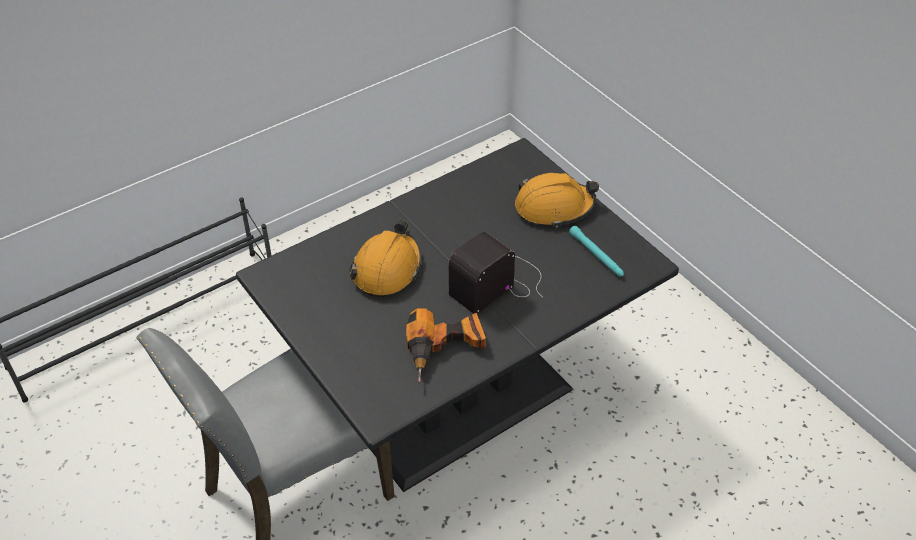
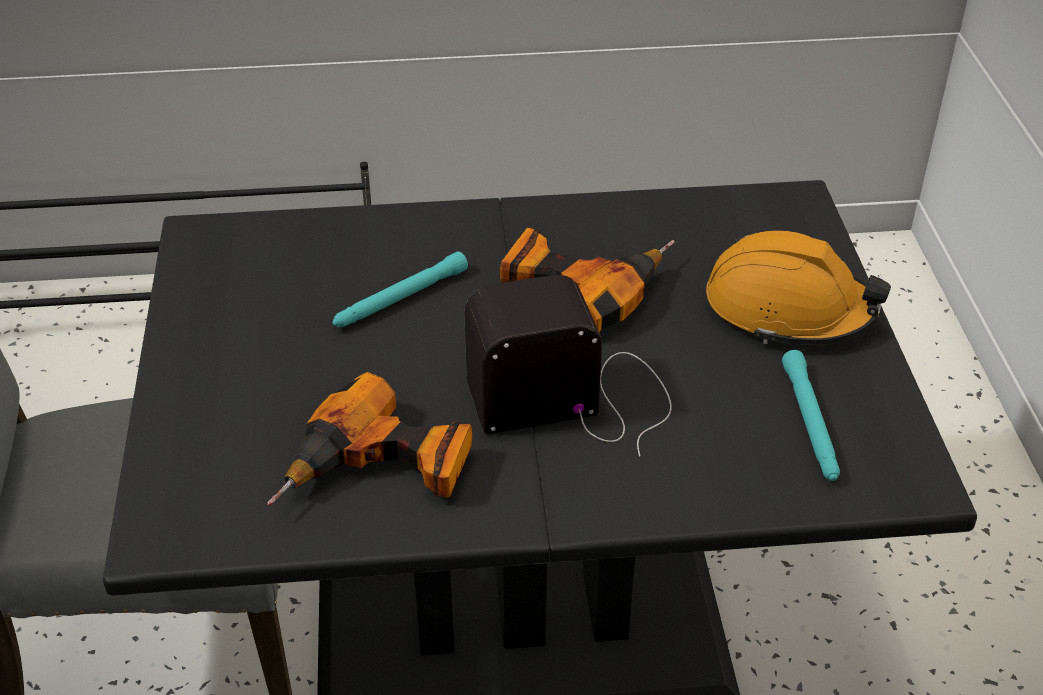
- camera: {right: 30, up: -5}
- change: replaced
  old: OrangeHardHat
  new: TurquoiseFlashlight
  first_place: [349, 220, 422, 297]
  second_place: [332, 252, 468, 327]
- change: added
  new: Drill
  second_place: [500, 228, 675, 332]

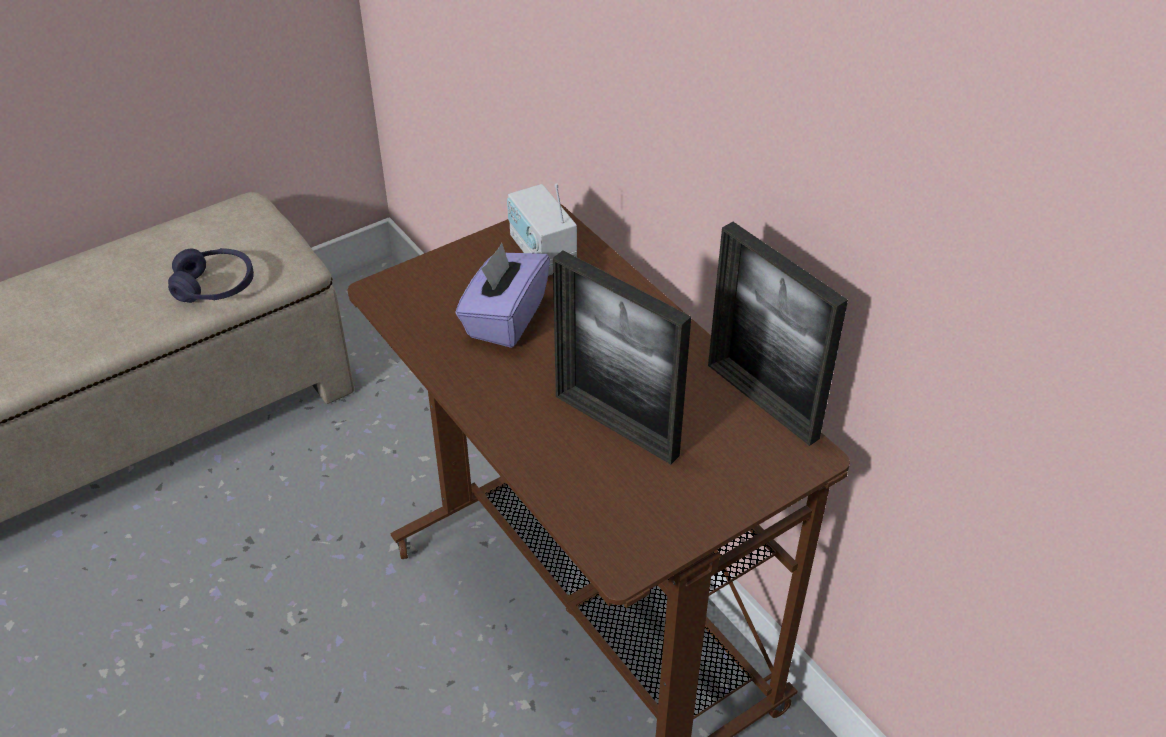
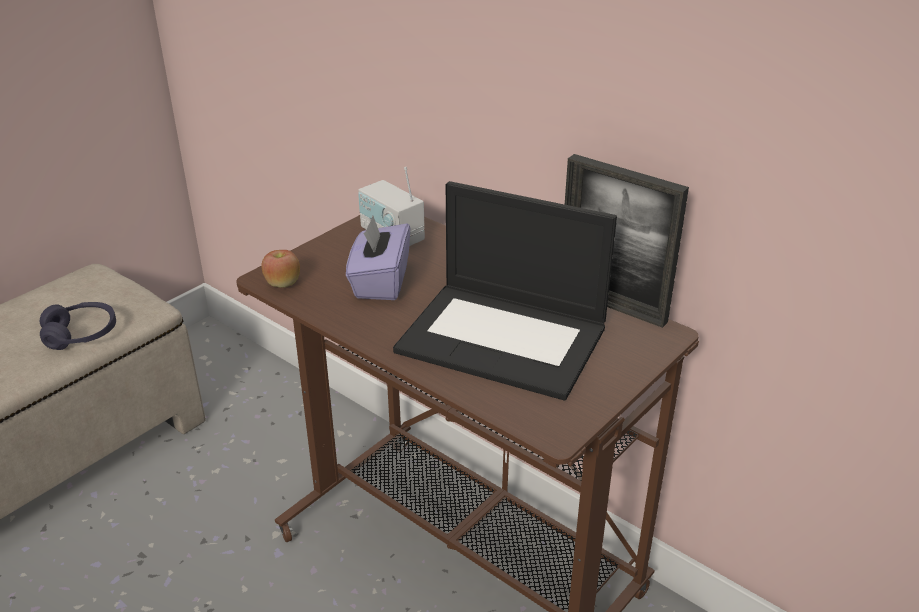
- camera: {right: -15, up: -10}
- change: added
  new: AppleFruit
  second_place: [261, 250, 300, 288]
- change: replaced
  old: PictureFrame
  new: PortableComputer
  first_place: [553, 251, 691, 465]
  second_place: [393, 181, 617, 401]

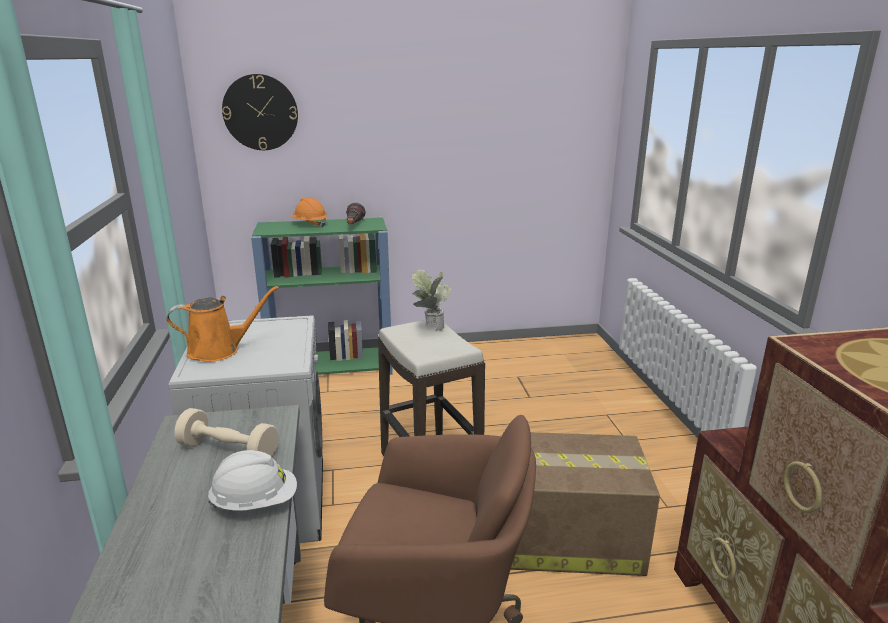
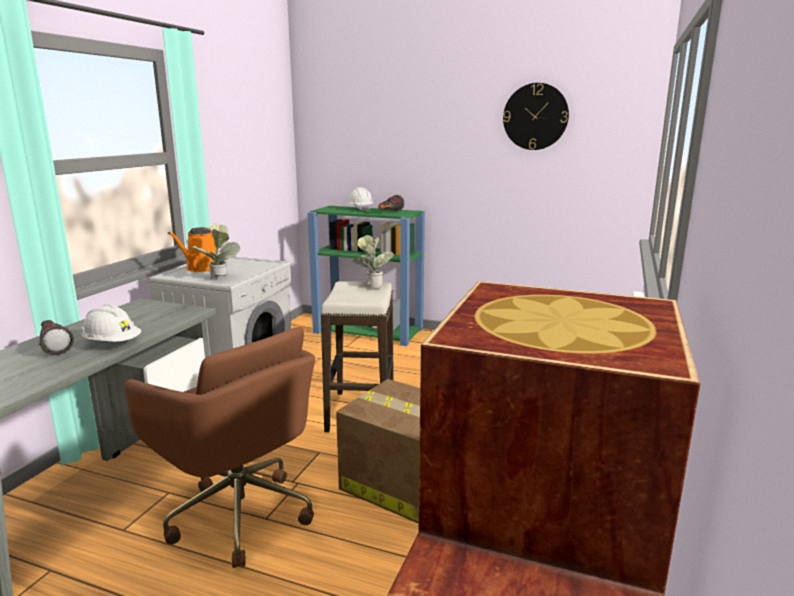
- camera: {right: 30, up: -5}
- change: added
  new: Flashlight
  second_place: [38, 320, 74, 355]
- change: turned
  old: OrangeWateringPot
  first_place: [167, 286, 279, 362]
  second_place: [168, 227, 217, 272]
  degrees: 90
- change: added
  new: PottedPlant
  second_place: [193, 223, 241, 279]
- change: recoloured
  old: OrangeHardHat
  new: WhitishHardHat
  first_place: [290, 197, 327, 227]
  second_place: [348, 187, 373, 212]
- change: moved
  old: HangingClock
  first_place: [222, 74, 298, 150]
  second_place: [503, 83, 569, 150]
- change: removed
  old: SandColouredDumbbell
  first_place: [175, 408, 278, 457]

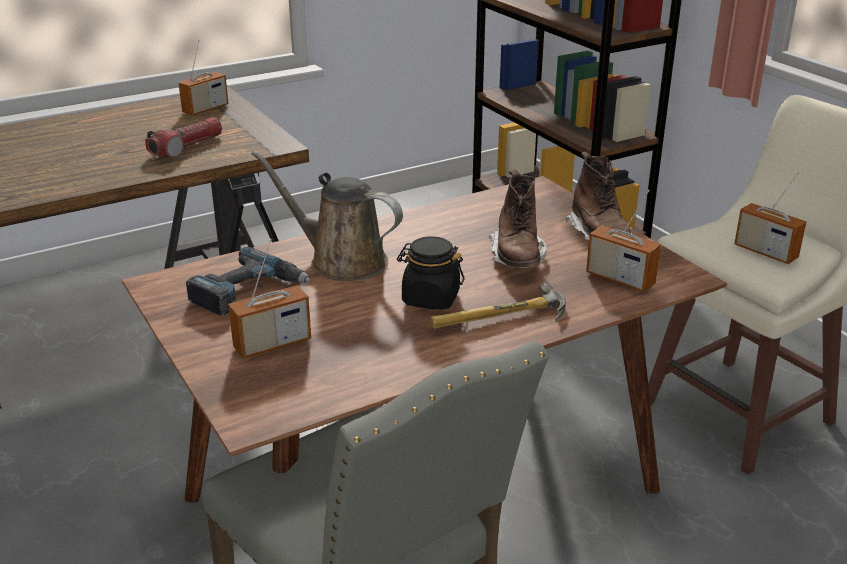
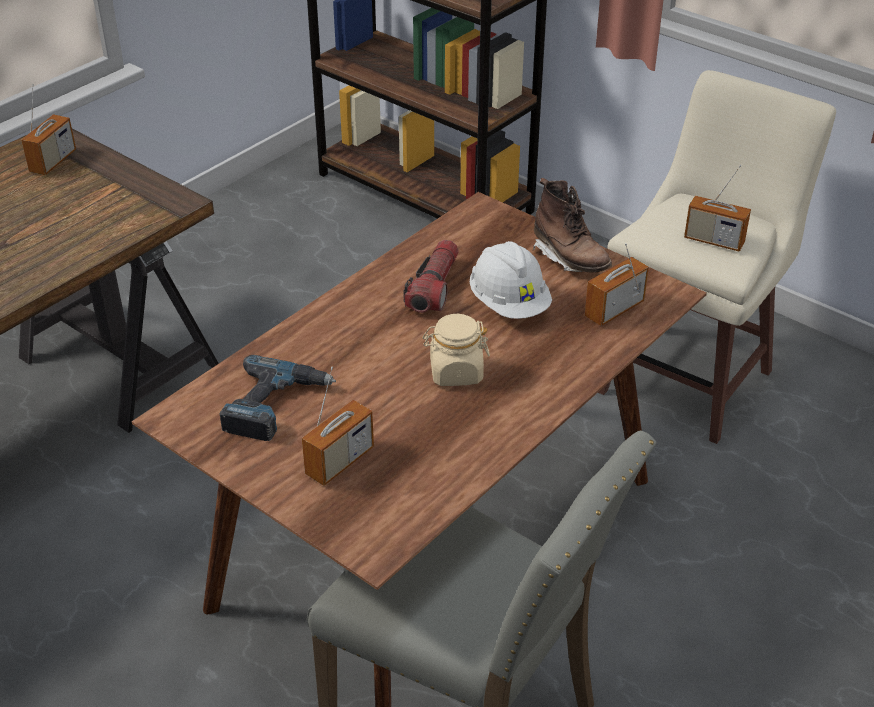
- camera: {right: -20, up: 10}
- change: moved
  old: Flashlight
  first_place: [145, 117, 222, 158]
  second_place: [403, 240, 459, 313]
- change: recoloured
  old: BlackishPreserveJar
  new: SandColouredPreserveJar
  first_place: [397, 236, 465, 310]
  second_place: [423, 314, 490, 386]
- change: replaced
  old: BrownColouredBoot
  new: WhitishHardHat
  first_place: [489, 169, 547, 268]
  second_place: [470, 241, 552, 319]
- change: turned
  old: Radio
  first_place: [586, 190, 661, 292]
  second_place: [585, 243, 649, 326]
  degrees: 120
- change: removed
  old: BrownColouredWateringPot
  first_place: [251, 150, 403, 281]
- change: removed
  old: HandHammer
  first_place: [429, 282, 566, 329]

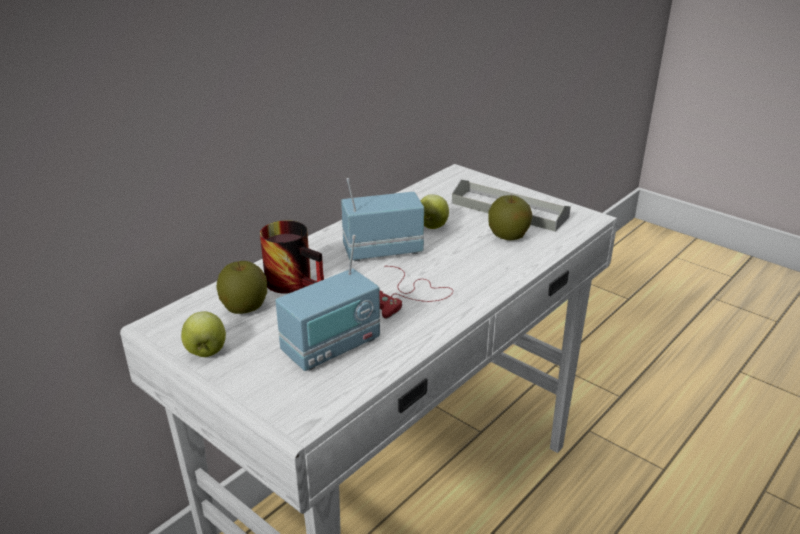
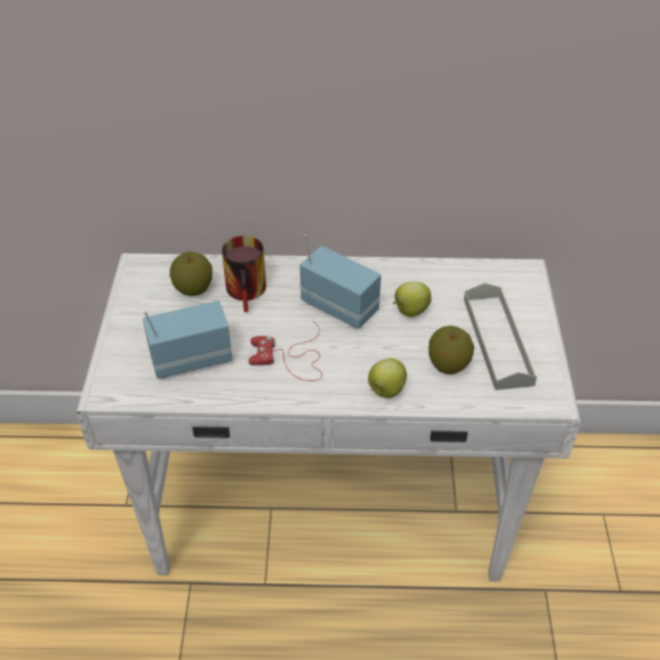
- camera: {right: 50, up: 15}
- change: turned
  old: Radio
  first_place: [275, 235, 380, 371]
  second_place: [143, 301, 232, 379]
  degrees: 150
- change: moved
  old: AppleFruit
  first_place: [181, 311, 226, 357]
  second_place: [368, 358, 407, 398]

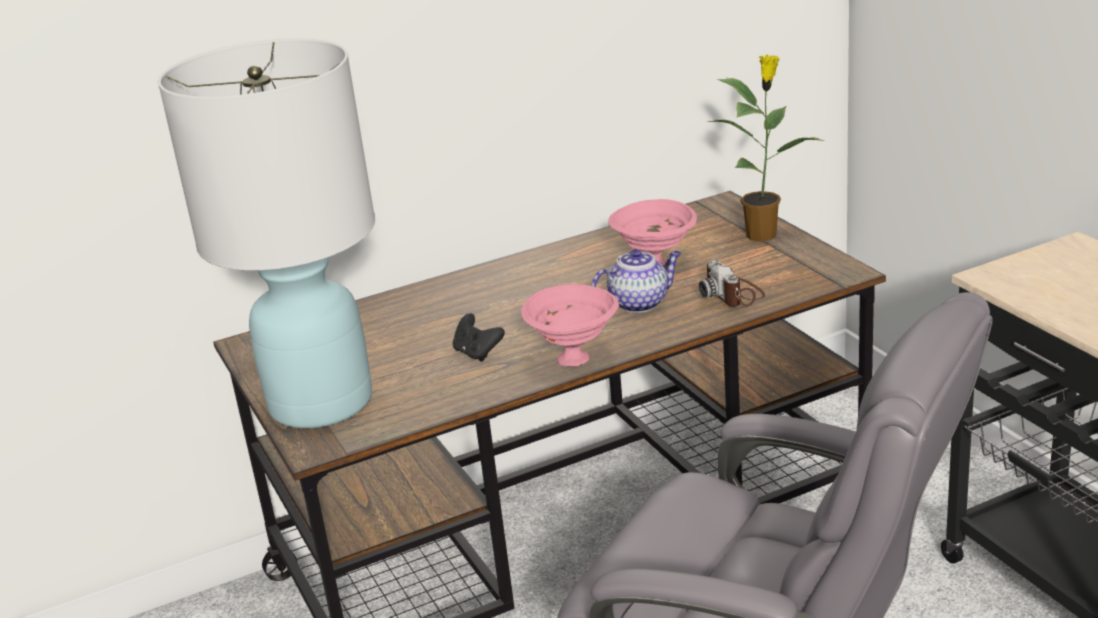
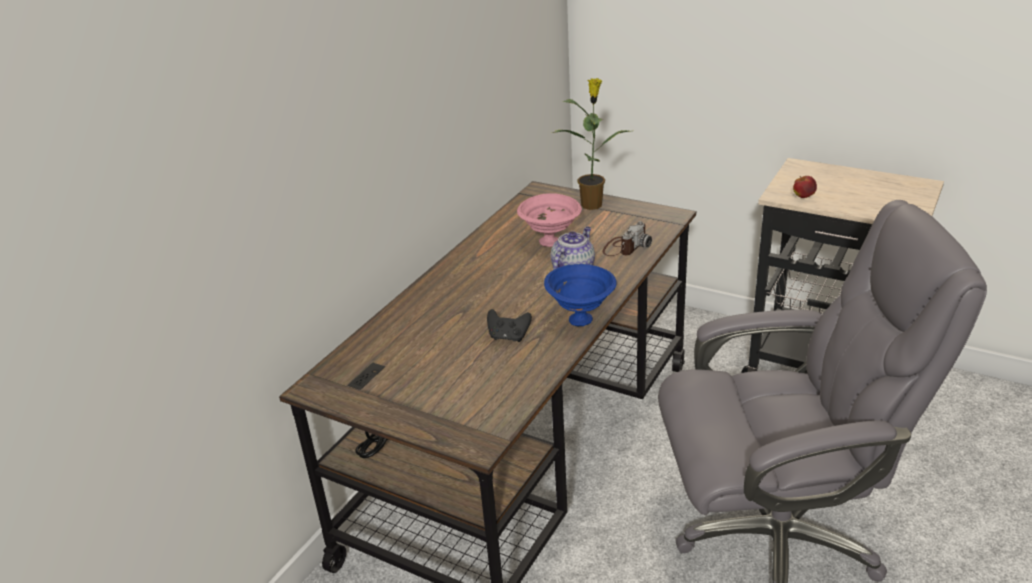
- camera: {right: -35, up: 5}
- change: recoloured
  old: PinkColouredBowl
  new: BlueColouredBowl
  first_place: [521, 284, 619, 367]
  second_place: [544, 264, 617, 326]
- change: turned
  old: StillCamera
  first_place: [699, 260, 765, 307]
  second_place: [603, 221, 652, 256]
  degrees: -90
- change: added
  new: AppleFruit
  second_place: [793, 176, 817, 198]
- change: removed
  old: WhitishLampForATable
  first_place: [158, 38, 375, 428]

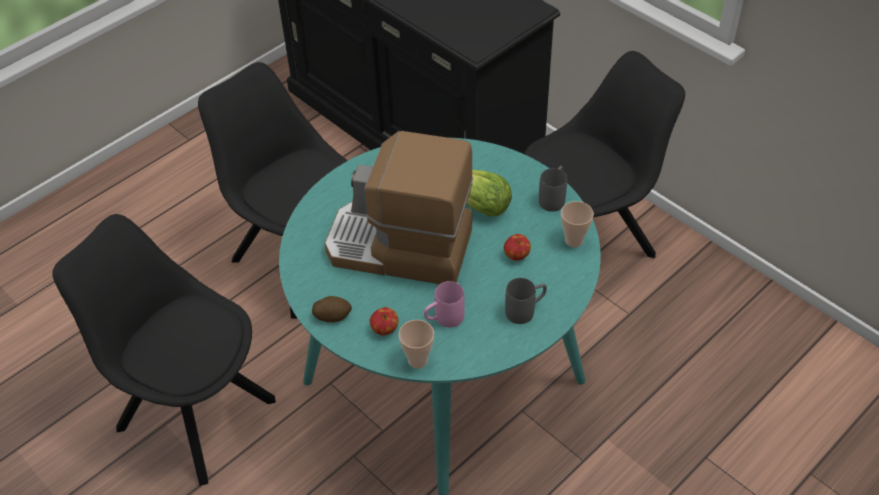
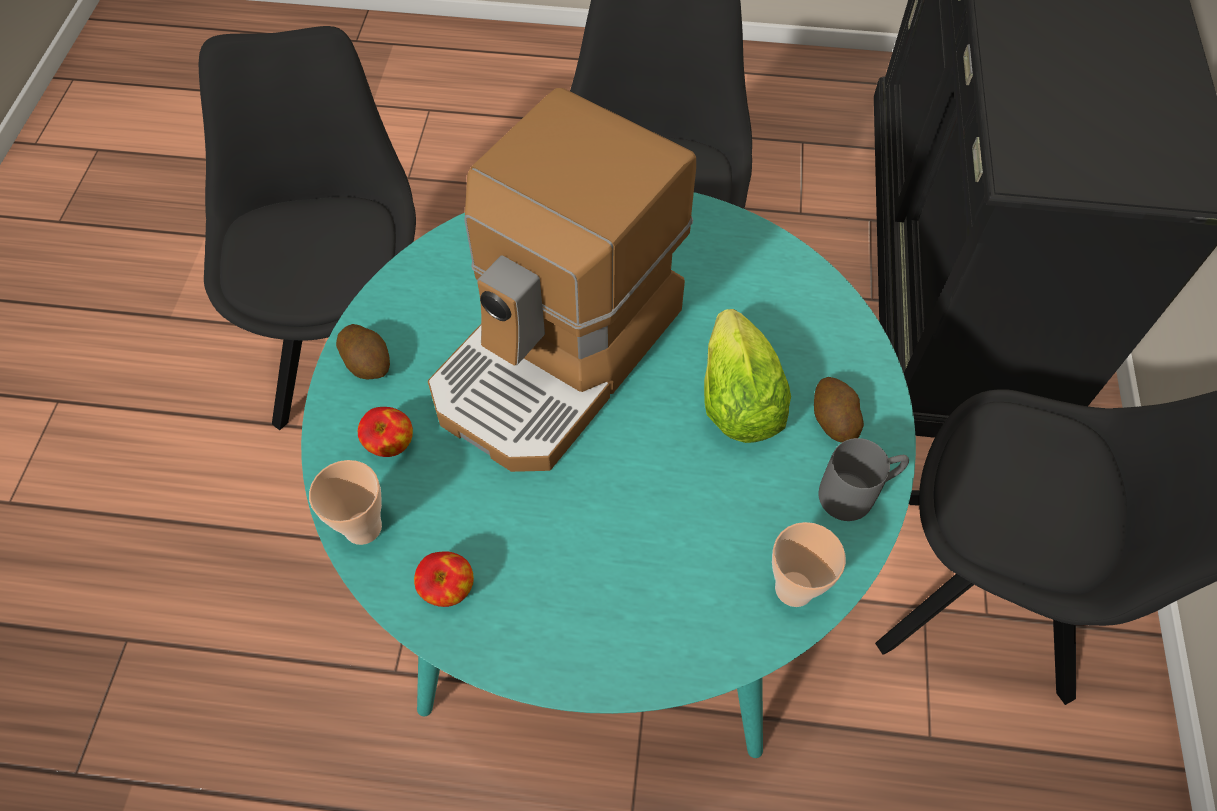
- camera: {right: 50, up: 10}
- change: moved
  old: AppleFruit
  first_place: [504, 234, 531, 261]
  second_place: [414, 551, 474, 607]
- change: turned
  old: CoffeeMaker
  first_place: [325, 131, 473, 284]
  second_place: [428, 88, 696, 472]
  degrees: -120
- change: added
  new: WholePotato
  second_place: [814, 377, 864, 443]
- change: removed
  old: PinkColouredCoffeeMug
  first_place: [424, 281, 465, 328]
- change: removed
  old: GreyishCoffeeMug
  first_place: [505, 278, 547, 324]

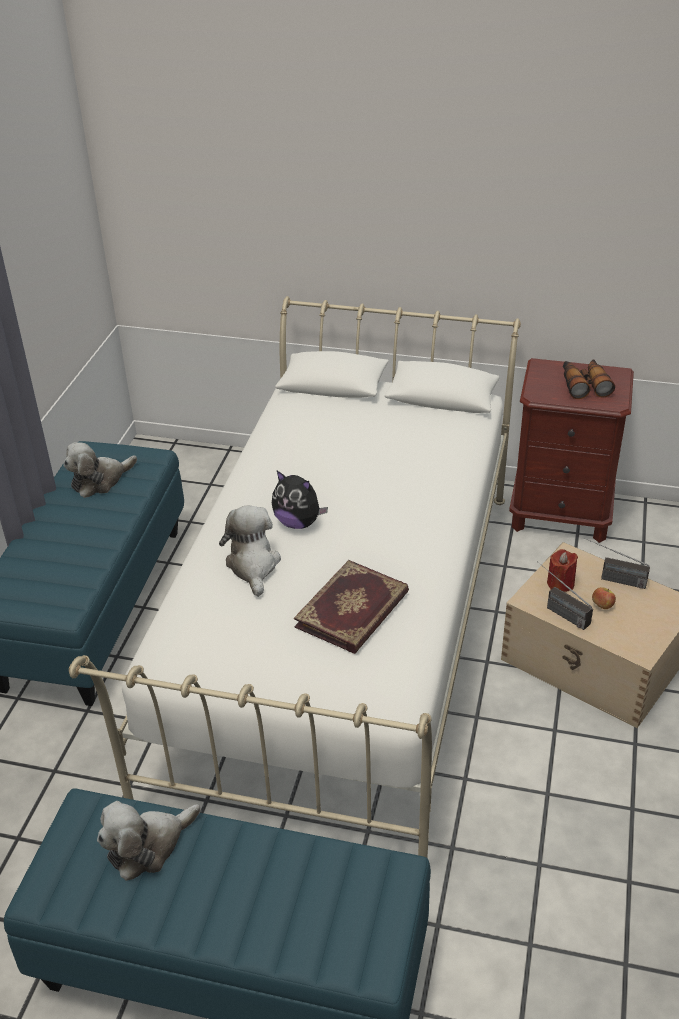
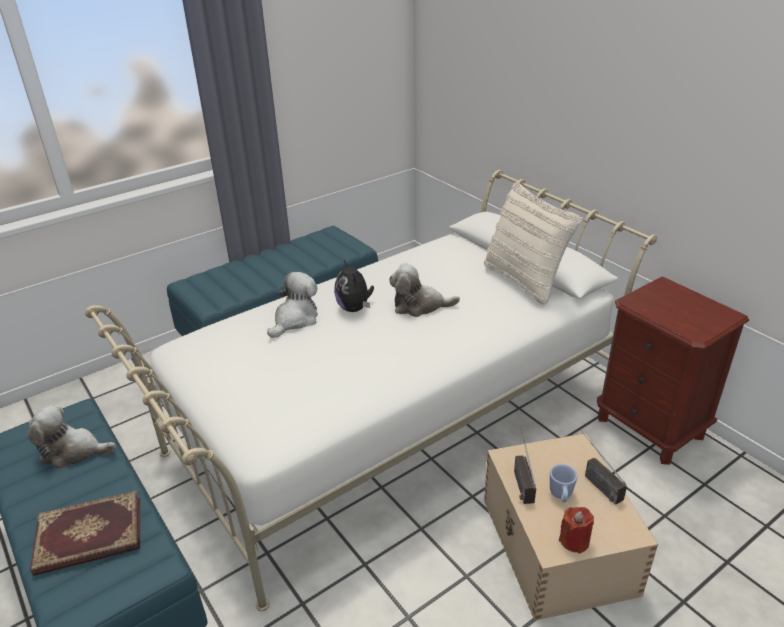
- camera: {right: 40, up: -5}
- change: moved
  old: Volume
  first_place: [294, 560, 409, 654]
  second_place: [30, 490, 140, 576]
- change: moved
  old: SoftToy
  first_place: [63, 442, 137, 498]
  second_place: [389, 263, 460, 317]
- change: added
  new: SandColouredThrowPillow
  second_place: [484, 182, 582, 305]
- change: replaced
  old: AppleFruit
  new: BlueColouredCoffeeMug
  first_place: [592, 587, 616, 609]
  second_place: [550, 464, 578, 502]
- change: moved
  old: RedColouredCandle
  first_place: [547, 549, 578, 592]
  second_place: [559, 507, 594, 554]
- change: removed
  old: FieldGlasses
  first_place: [563, 359, 615, 399]

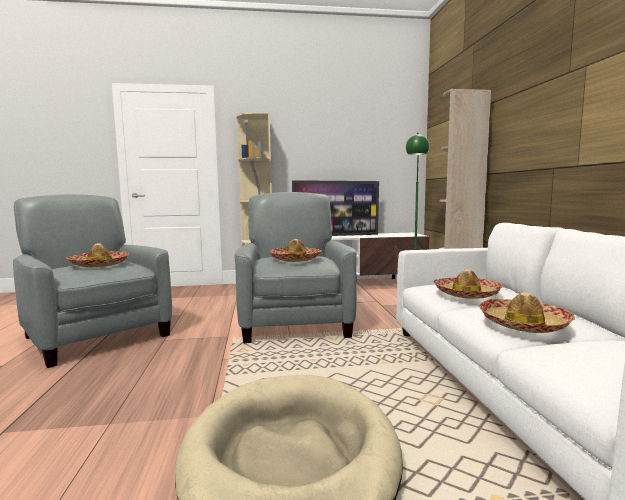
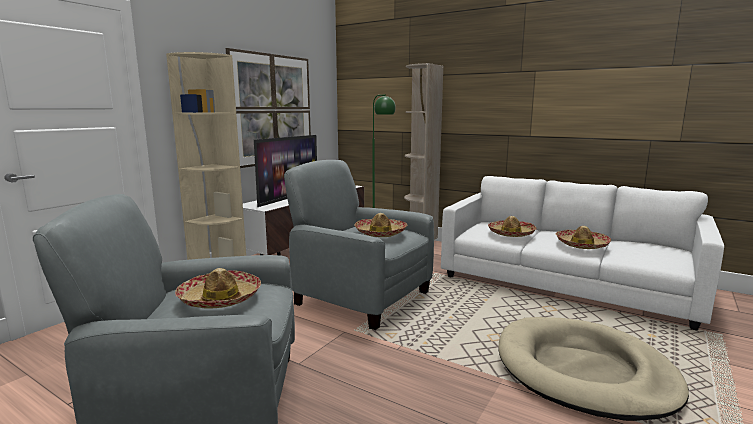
- camera: {right: -50, up: 5}
- change: added
  new: WallArt
  second_place: [226, 48, 311, 168]

